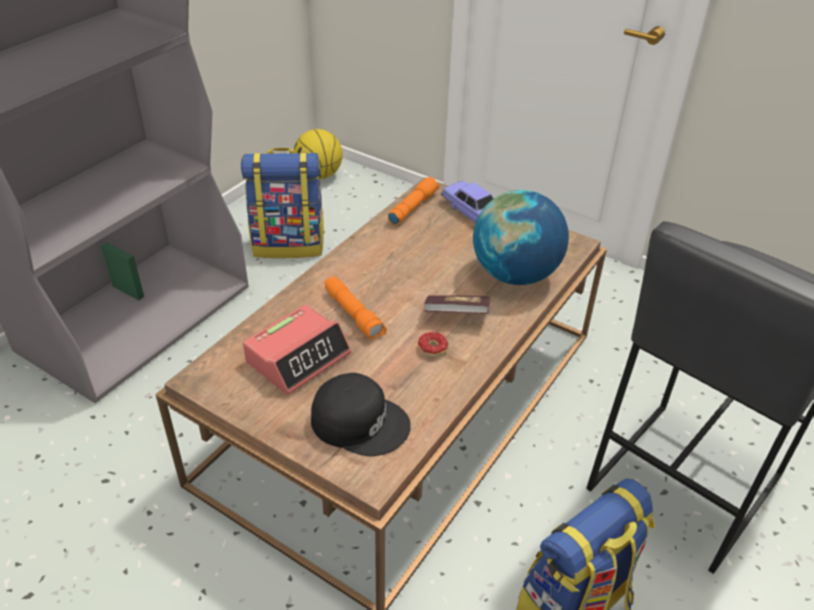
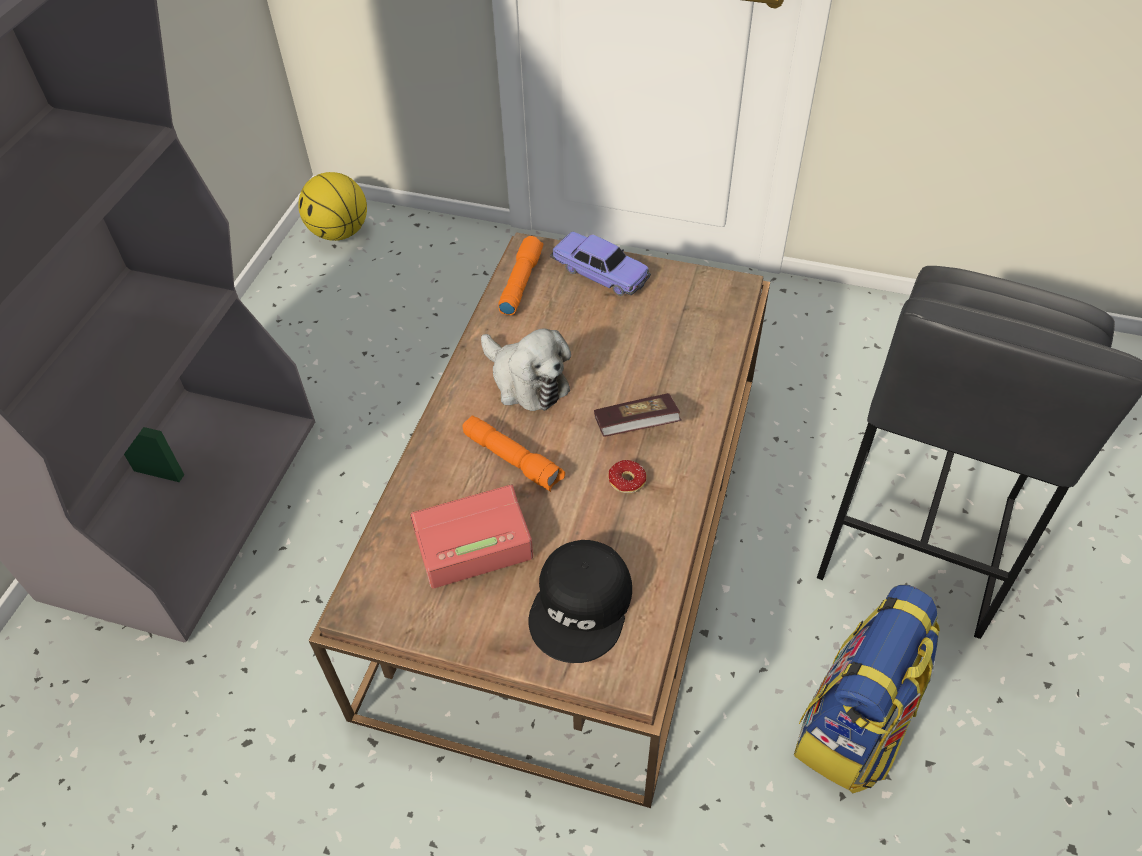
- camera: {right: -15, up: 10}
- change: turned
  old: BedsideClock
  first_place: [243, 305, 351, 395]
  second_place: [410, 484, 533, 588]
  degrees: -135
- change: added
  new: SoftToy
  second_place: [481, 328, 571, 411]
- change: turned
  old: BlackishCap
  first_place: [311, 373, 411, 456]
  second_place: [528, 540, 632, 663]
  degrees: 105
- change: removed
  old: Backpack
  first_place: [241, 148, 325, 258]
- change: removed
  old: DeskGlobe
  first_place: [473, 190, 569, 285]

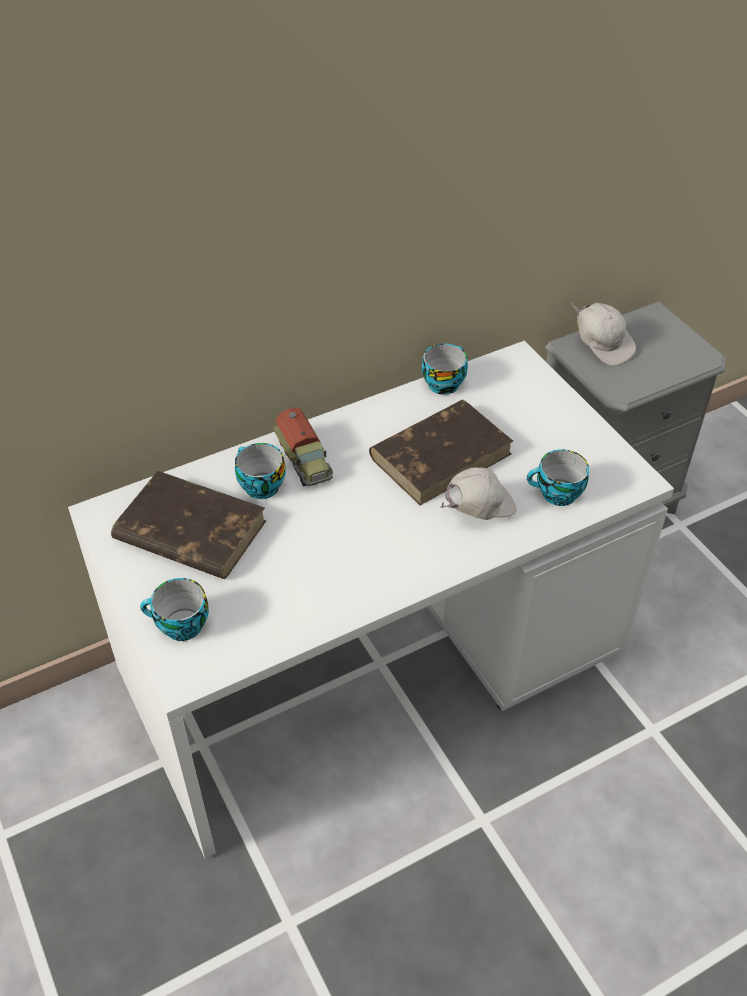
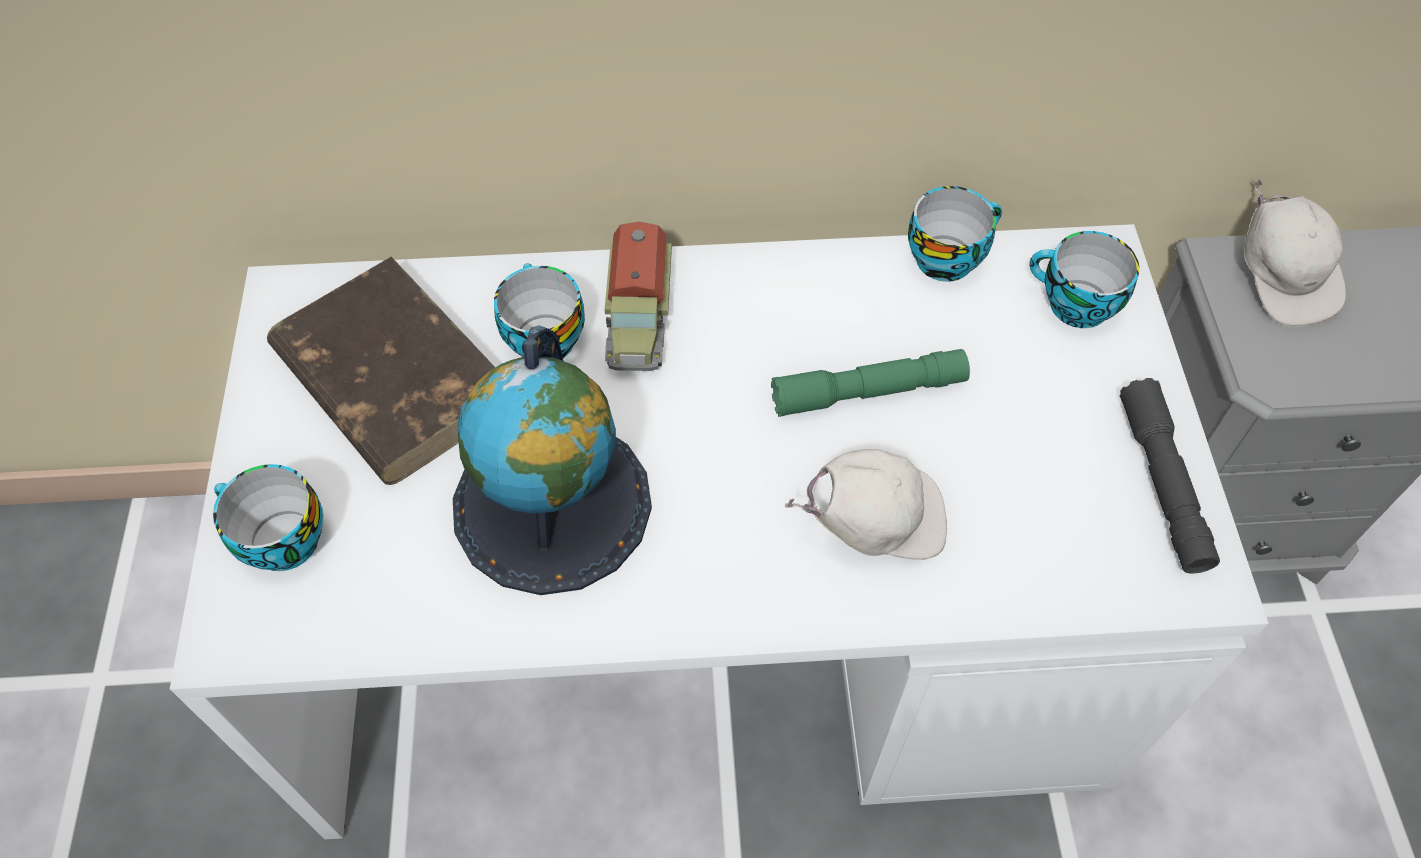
- camera: {right: 25, up: 10}
- change: added
  new: DeskGlobe
  second_place: [453, 325, 652, 595]
- change: replaced
  old: BrownColouredVolume
  new: GreenColouredFlashlight
  first_place: [369, 400, 513, 506]
  second_place: [771, 349, 970, 417]
- change: moved
  old: Cup
  first_place: [527, 449, 589, 506]
  second_place: [1030, 231, 1140, 328]
- change: added
  new: GreyishFlashlight
  second_place: [1119, 378, 1220, 573]

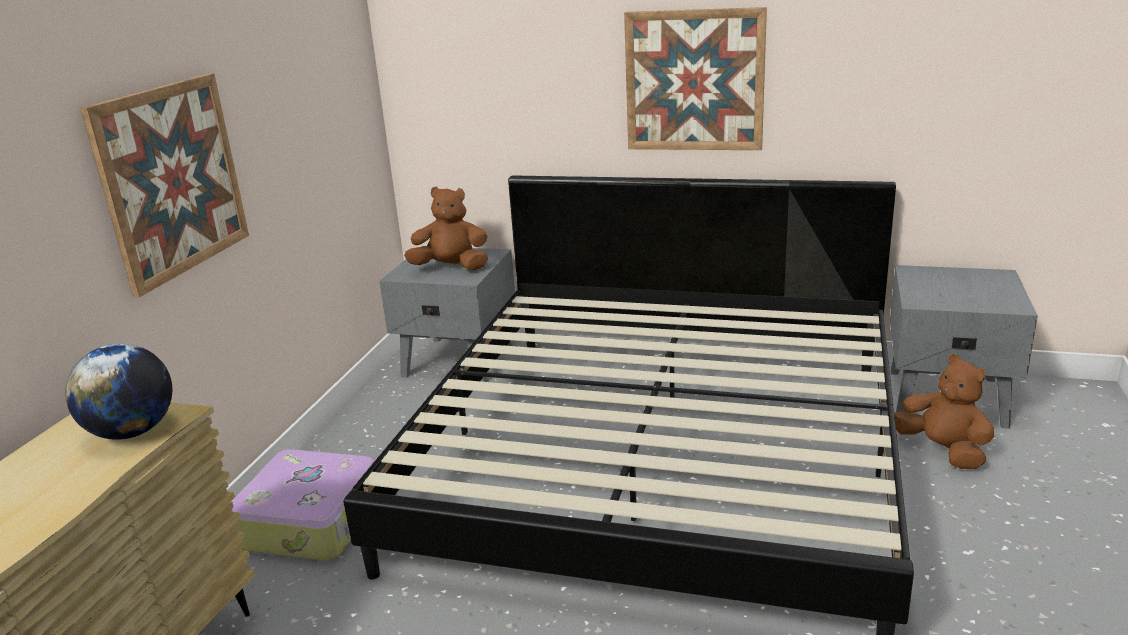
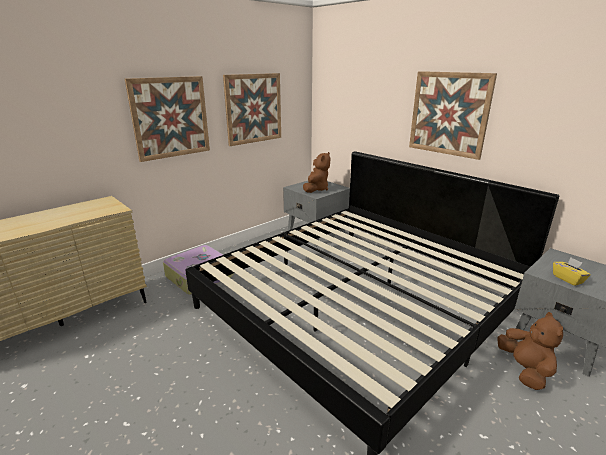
- camera: {right: 30, up: 0}
- change: added
  new: WallArt
  second_place: [223, 73, 281, 146]
- change: turned
  old: BrownColouredSoftToy
  first_place: [404, 187, 488, 270]
  second_place: [303, 152, 331, 193]
  degrees: 75
- change: added
  new: YellowColouredTissueBox
  second_place: [553, 258, 591, 286]
- change: removed
  old: DeskGlobe
  first_place: [65, 344, 172, 440]

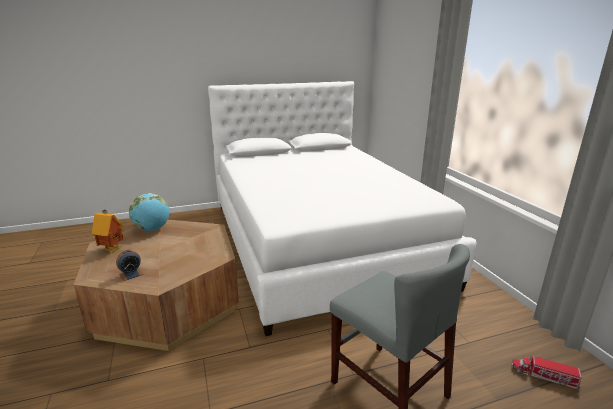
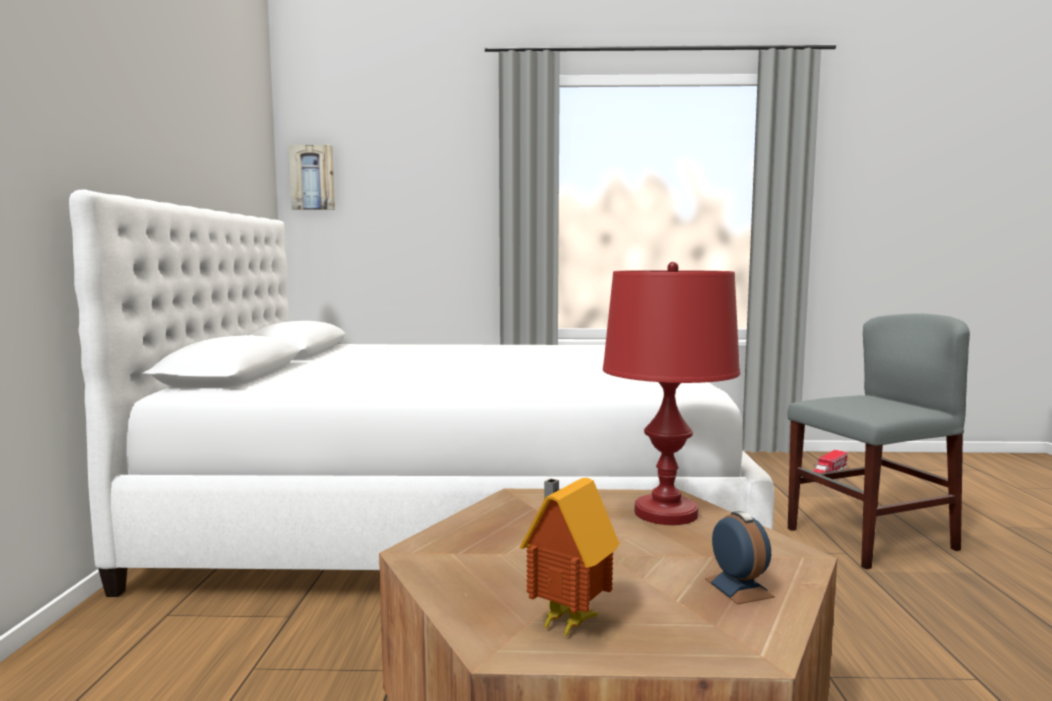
- camera: {right: -70, up: -15}
- change: added
  new: WallArt
  second_place: [289, 145, 335, 210]
- change: added
  new: RedColouredLampForATable
  second_place: [603, 262, 740, 525]
- change: removed
  old: DeskGlobe
  first_place: [129, 193, 169, 231]

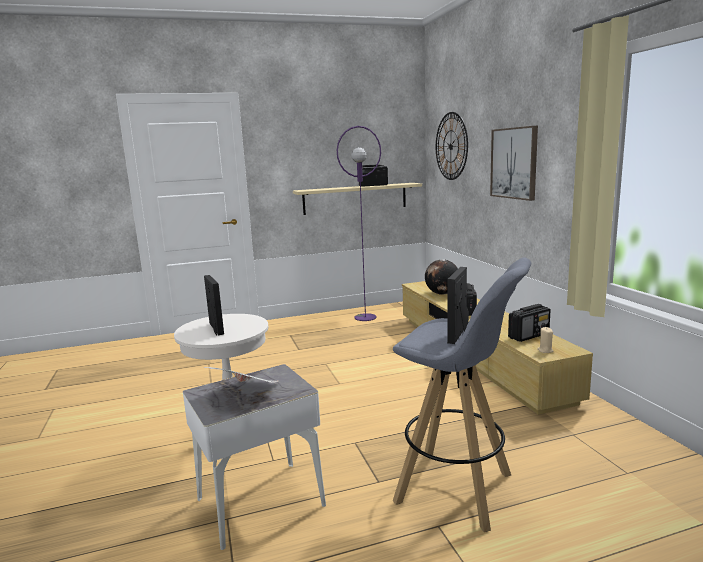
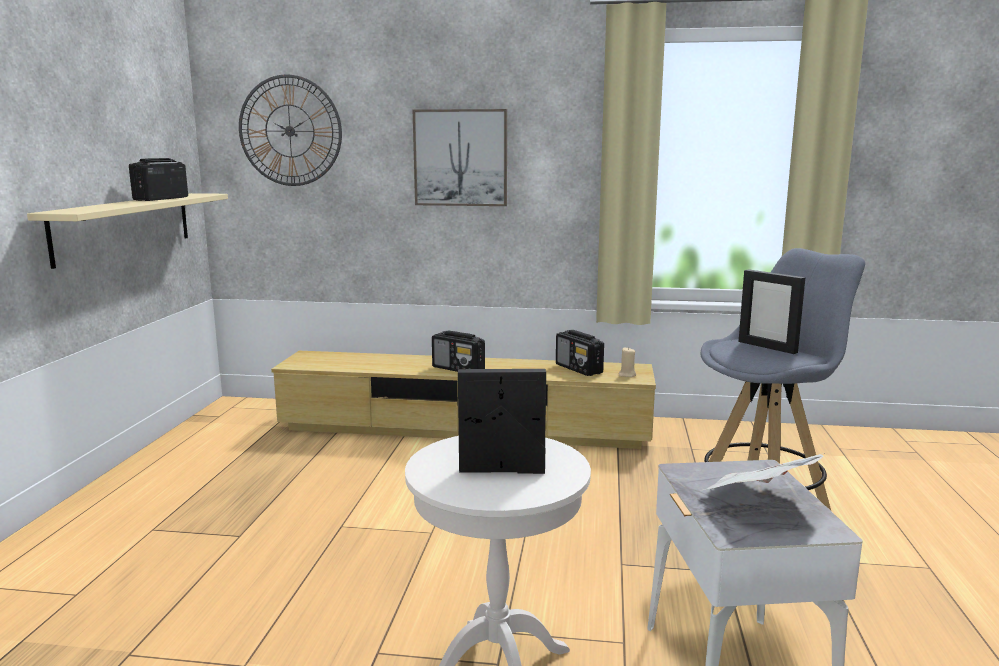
- camera: {right: -65, up: 0}
- change: turned
  old: Radio
  first_place: [508, 304, 551, 342]
  second_place: [556, 330, 604, 376]
  degrees: 150
- change: removed
  old: PurpleFloorLamp
  first_place: [337, 126, 381, 321]
- change: removed
  old: DeskGlobe
  first_place: [425, 259, 458, 295]

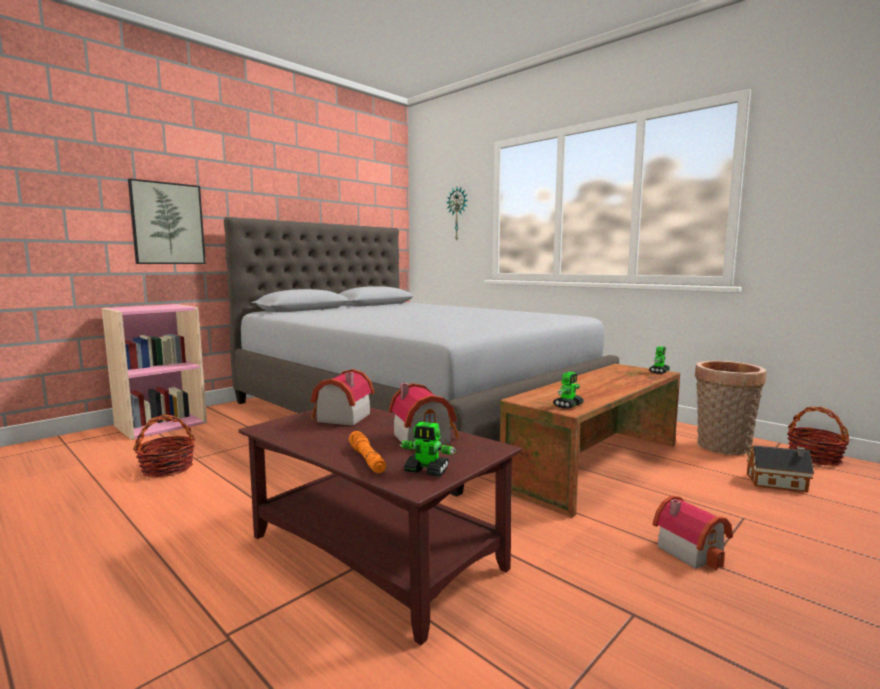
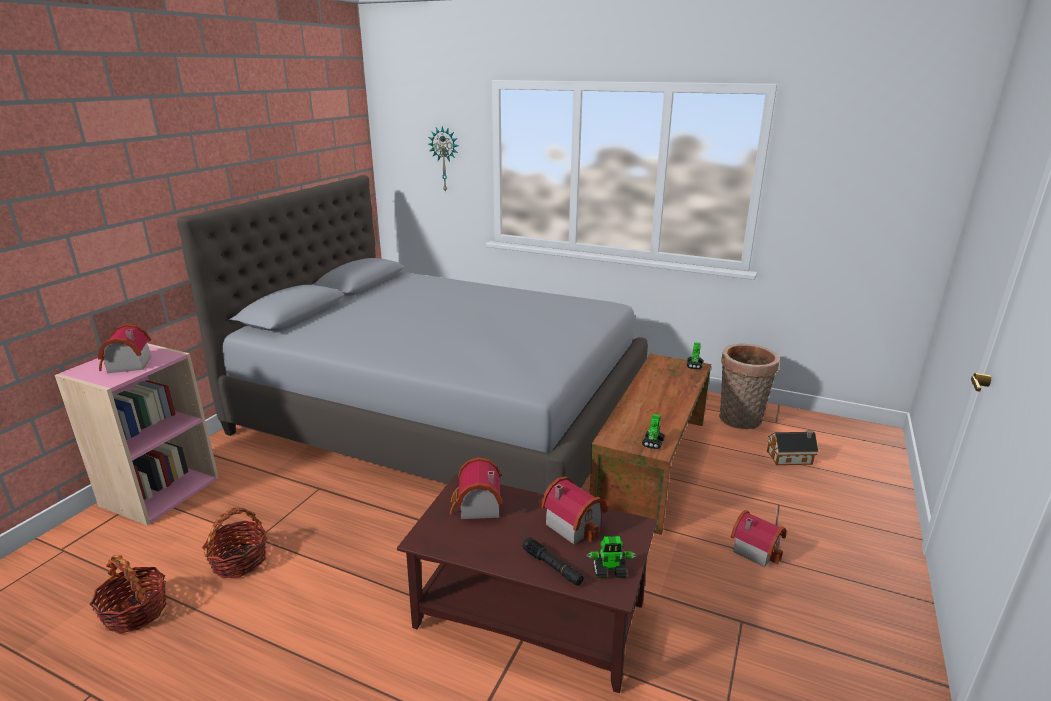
- camera: {right: -20, up: 15}
- change: moved
  old: HouseholdBasket
  first_place: [787, 407, 850, 466]
  second_place: [89, 555, 167, 634]
- change: added
  new: ModelHouse
  second_place: [98, 324, 151, 373]
- change: recoloured
  old: OrangeFlashlight
  new: BlackishFlashlight
  first_place: [349, 431, 386, 473]
  second_place: [523, 538, 584, 586]
- change: removed
  old: WallArt
  first_place: [128, 178, 206, 264]

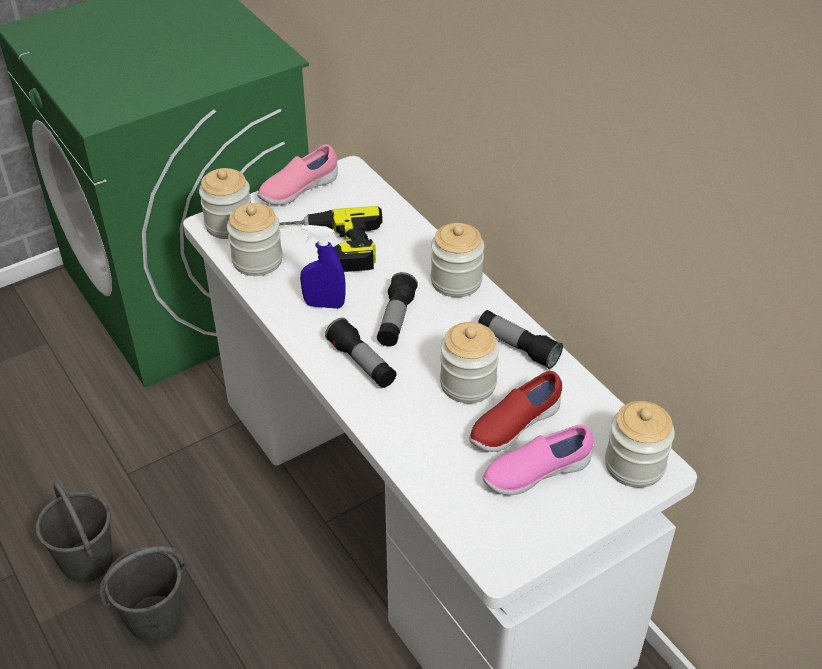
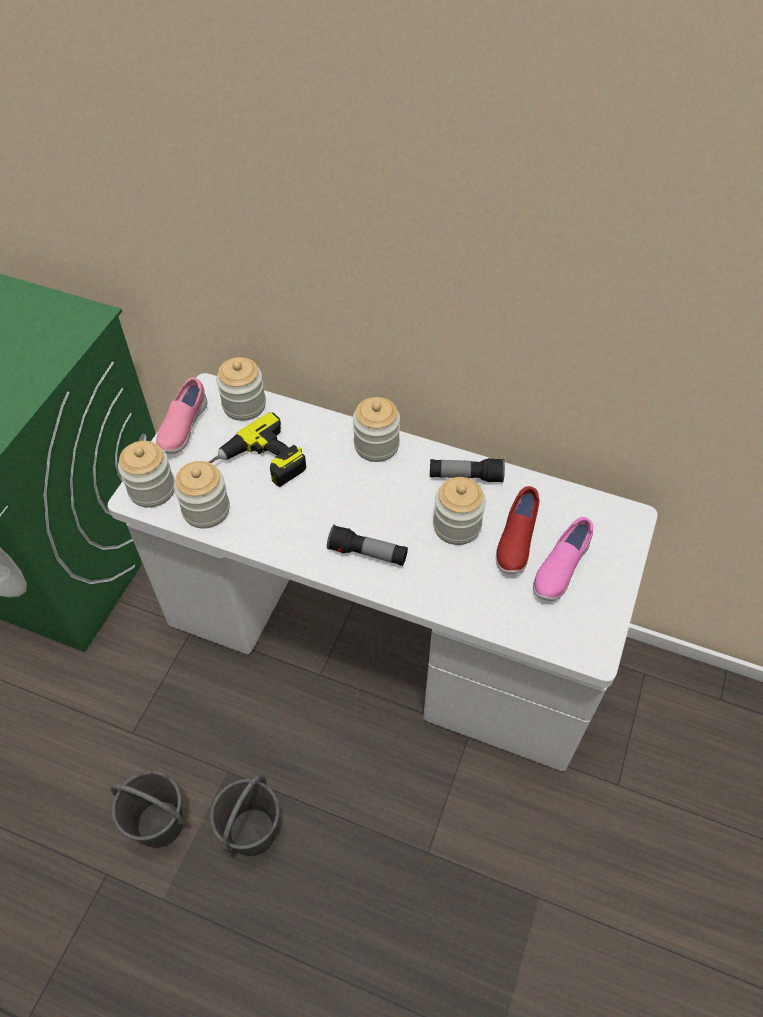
- camera: {right: -35, up: 10}
- change: moved
  old: PreserveJar
  first_place: [605, 401, 675, 488]
  second_place: [216, 357, 266, 421]
- change: removed
  old: BlueColouredSprayBottle
  first_place: [300, 225, 346, 309]
- change: removed
  old: Flashlight
  first_place: [377, 272, 418, 346]

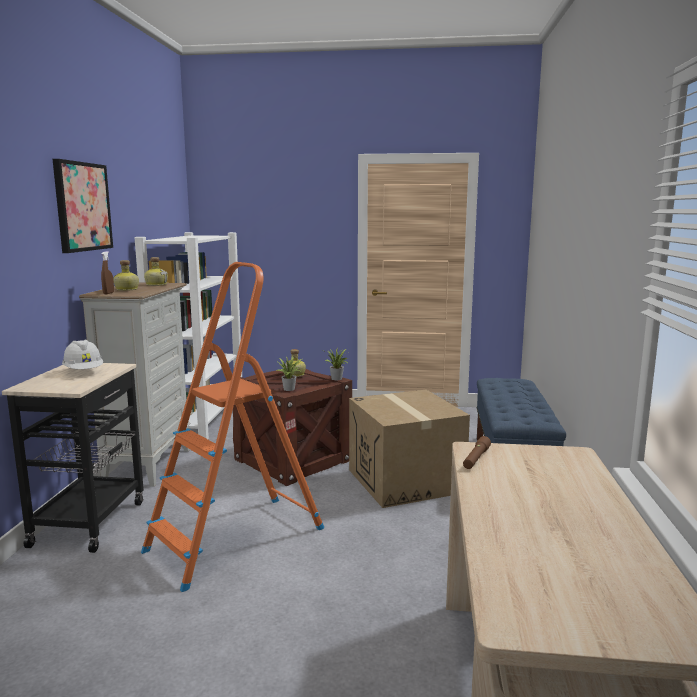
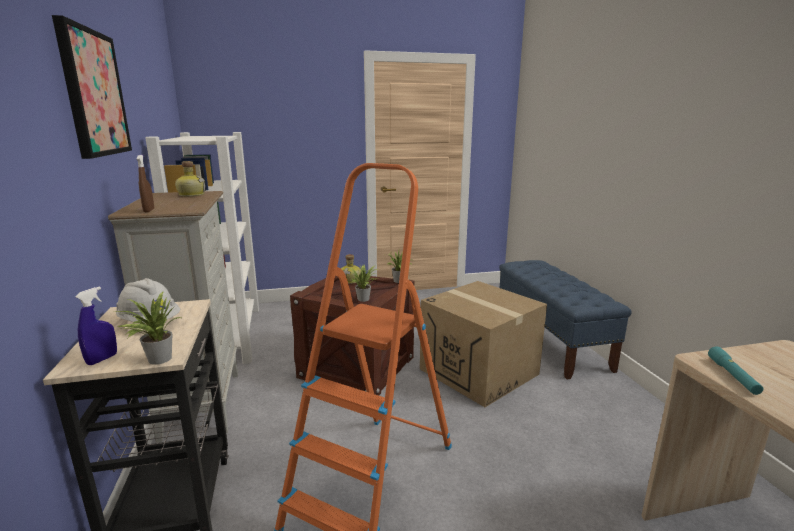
- camera: {right: -20, up: 5}
- change: added
  new: BlueColouredSprayBottle
  second_place: [76, 286, 117, 365]
- change: added
  new: PottedPlant
  second_place: [115, 291, 183, 365]
- change: recoloured
  old: BrownColouredFlashlight
  new: TurquoiseFlashlight
  first_place: [463, 436, 491, 469]
  second_place: [708, 347, 763, 395]
- change: removed
  old: BeverageBottle
  first_place: [113, 260, 139, 291]

